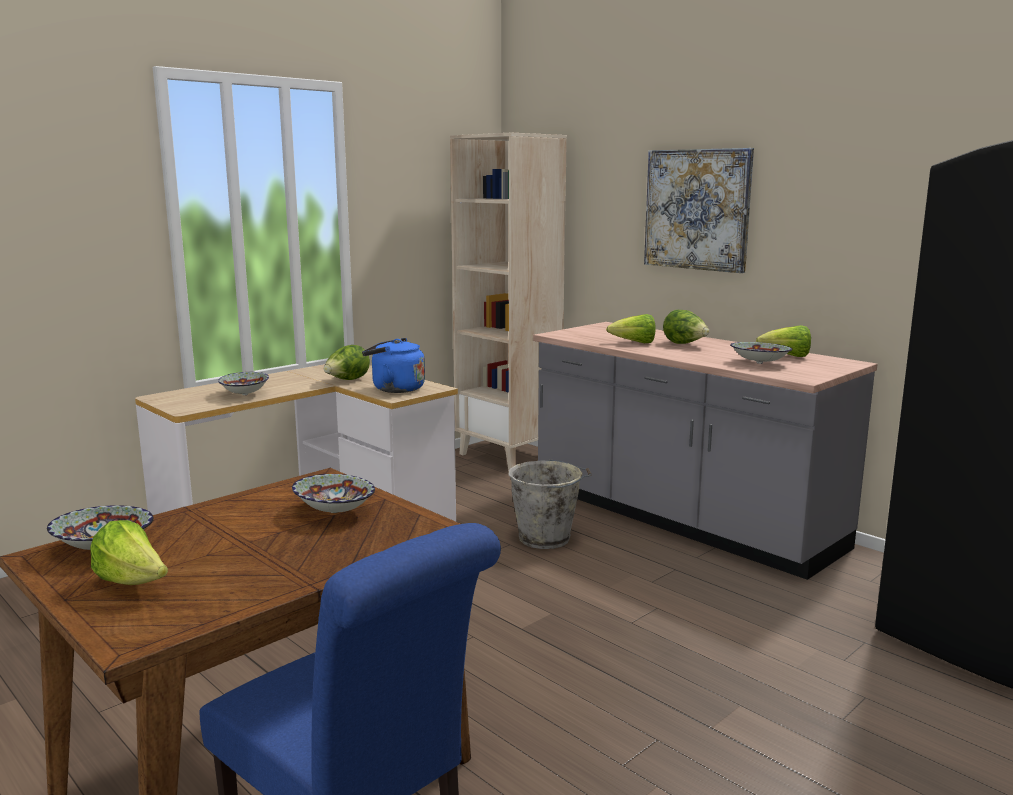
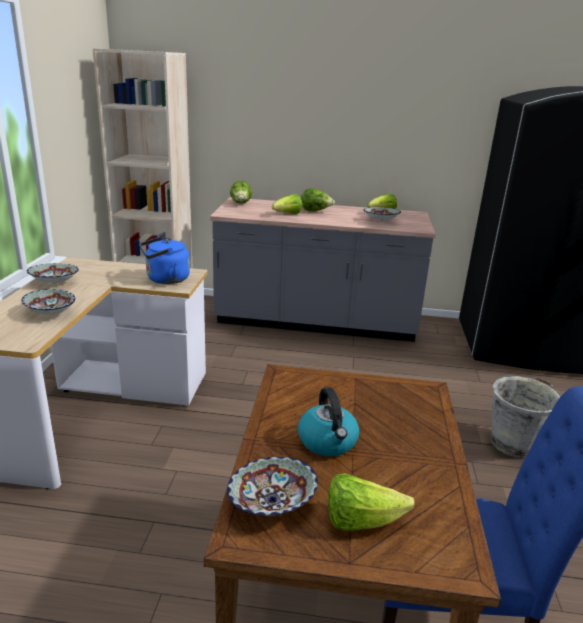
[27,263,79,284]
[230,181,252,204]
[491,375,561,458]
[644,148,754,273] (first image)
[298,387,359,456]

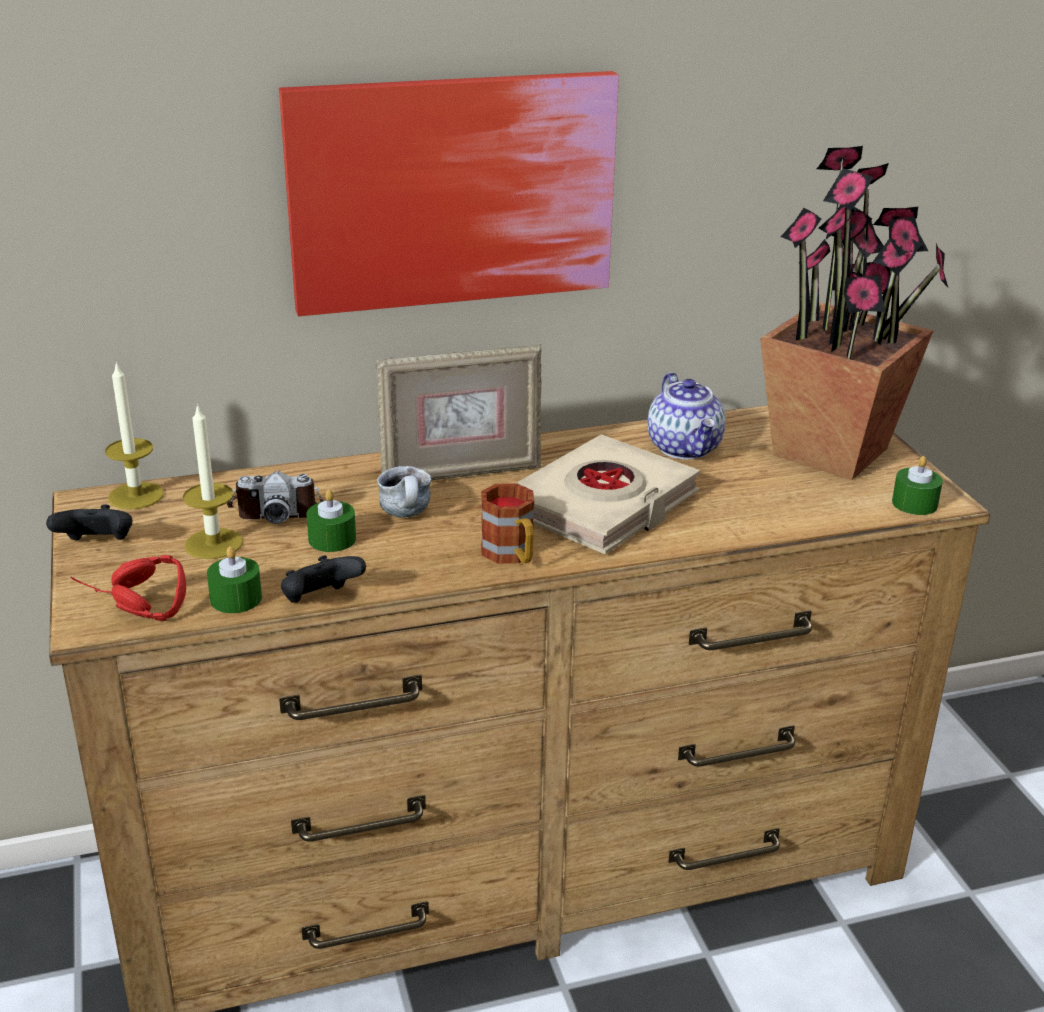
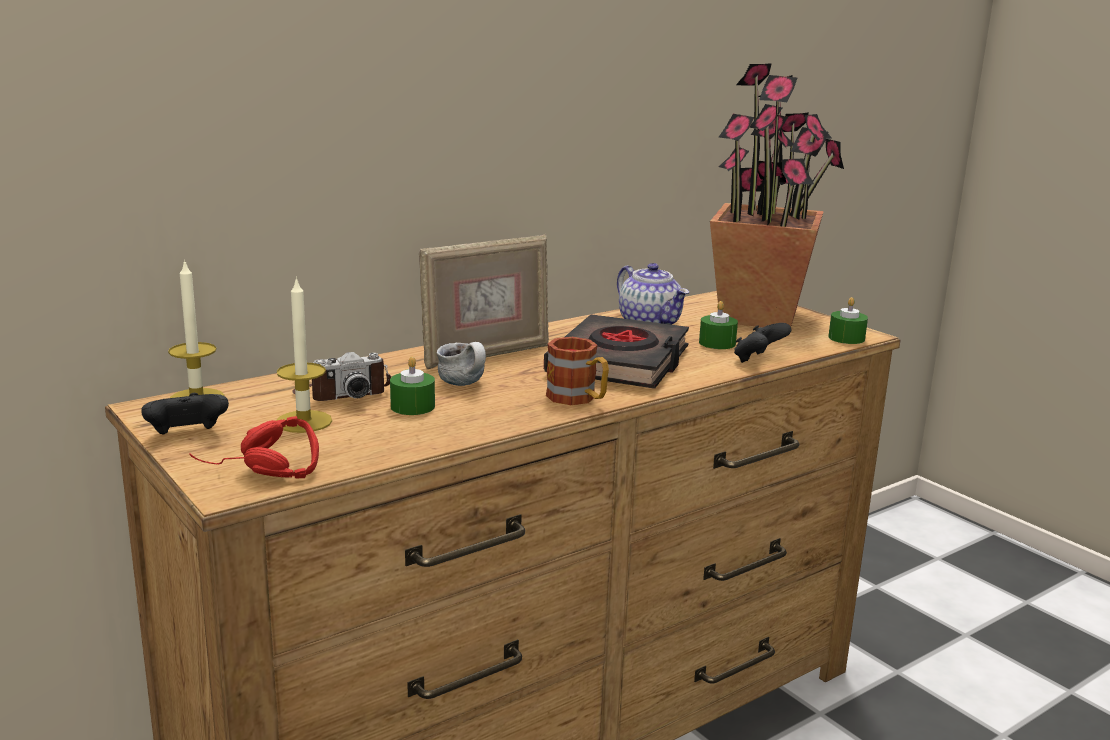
[699,301,738,349]
[279,71,619,316] (first image)
[734,323,791,363]
[544,315,689,389]

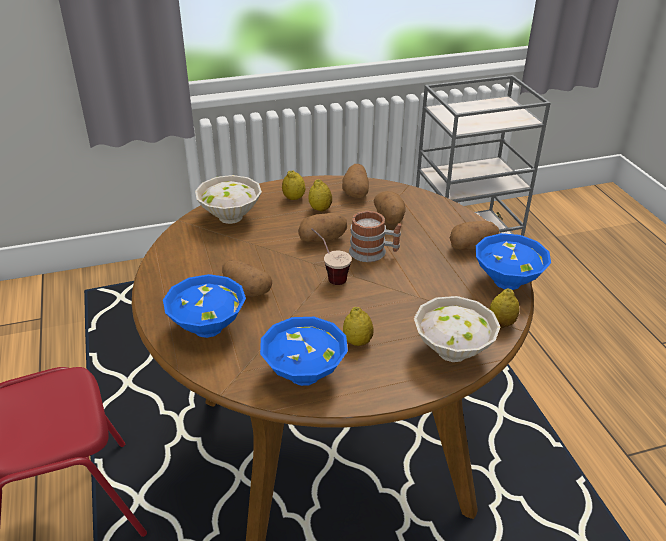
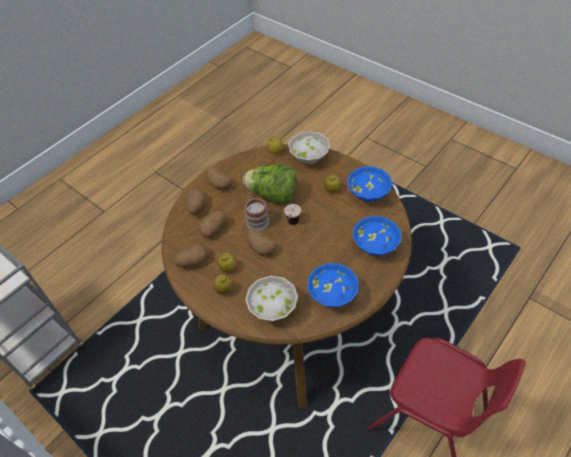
[187,189,206,215]
[307,263,358,307]
[243,165,296,204]

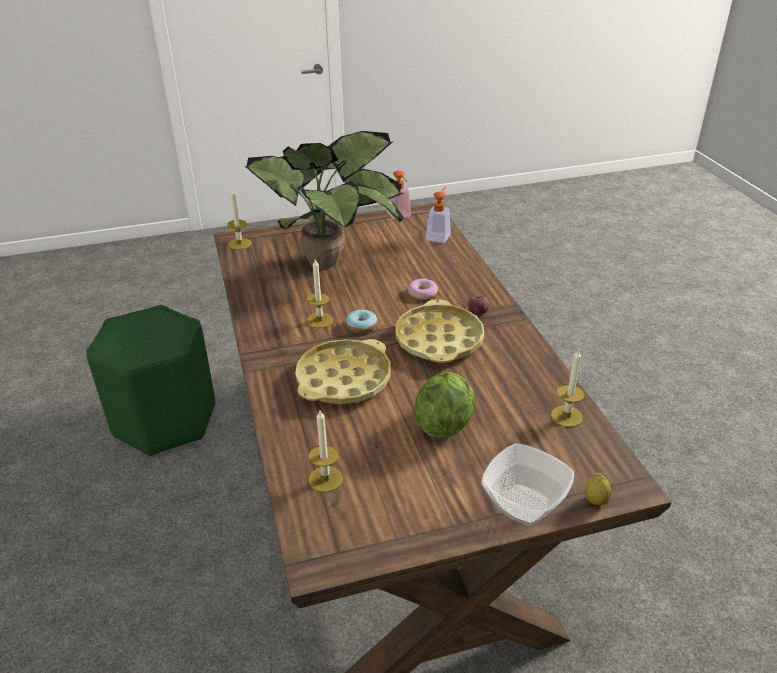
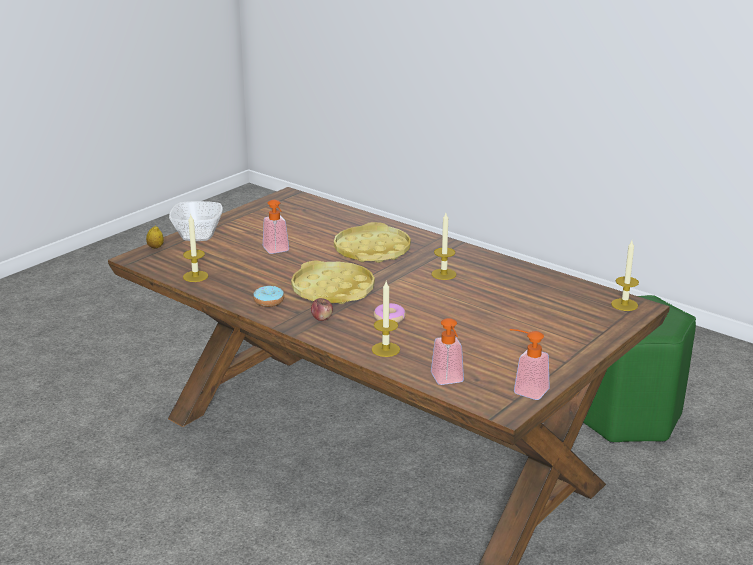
[245,131,404,269] (first image)
[372,281,400,357]
[253,286,284,307]
[263,200,289,254]

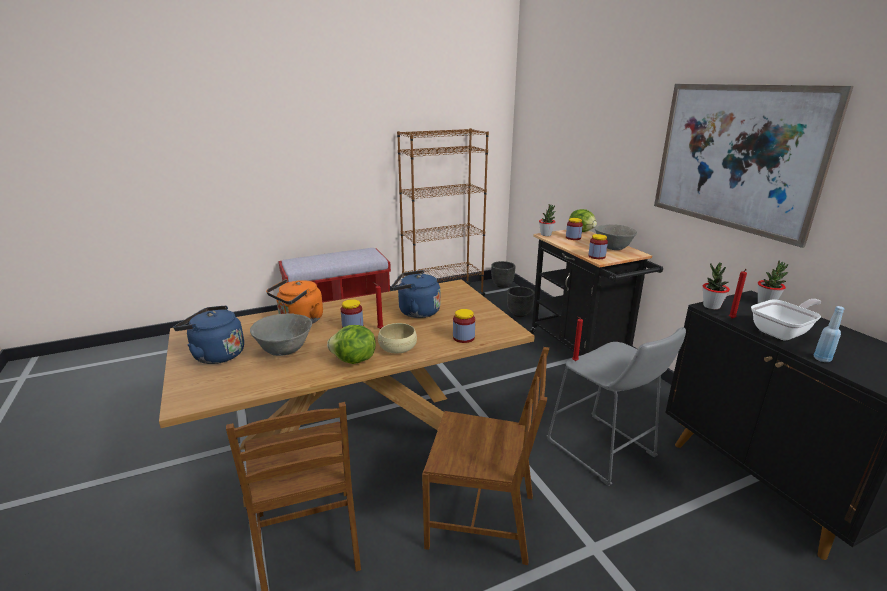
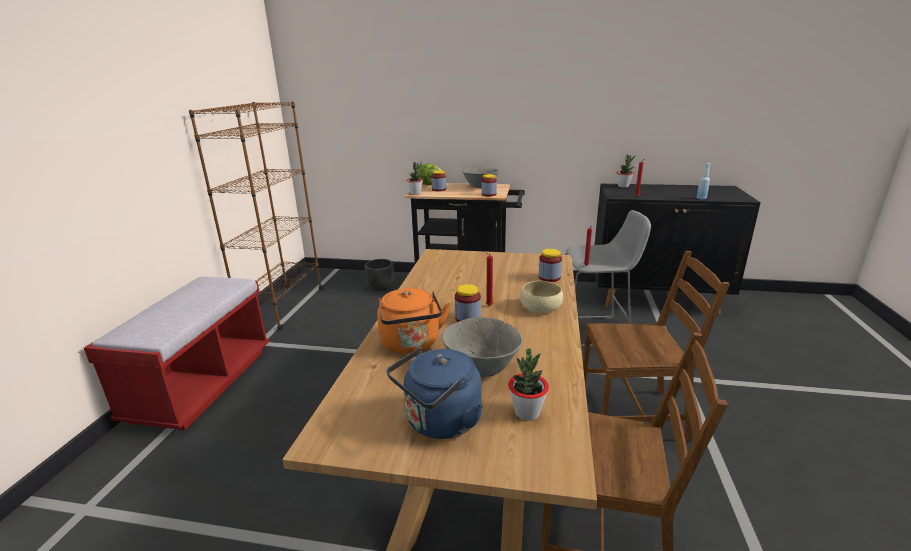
[327,325,376,364] (first image)
[391,270,440,318] (first image)
[583,251,730,442]
[491,261,515,288] (first image)
[654,84,854,248] (first image)
[508,349,549,421]
[751,299,822,340] (first image)

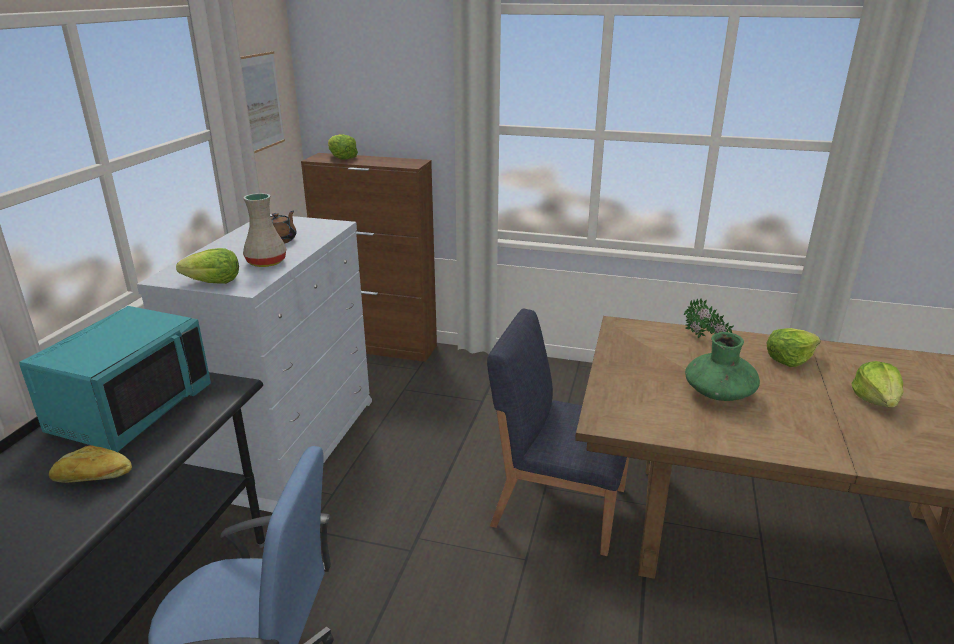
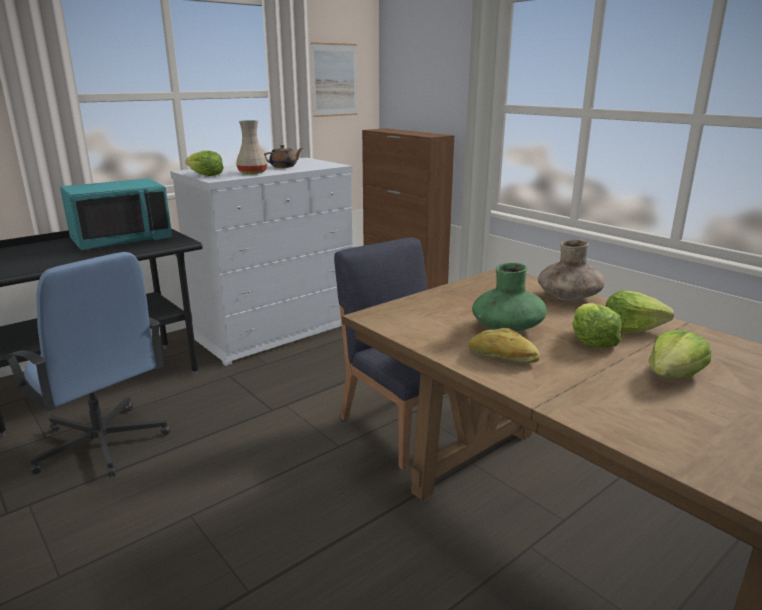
[468,328,540,363]
[572,303,622,348]
[538,240,605,301]

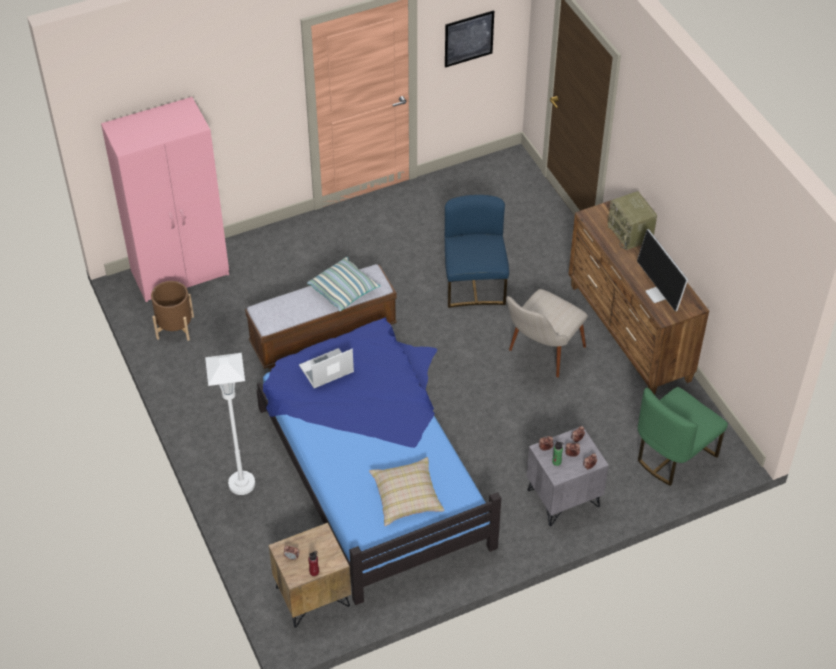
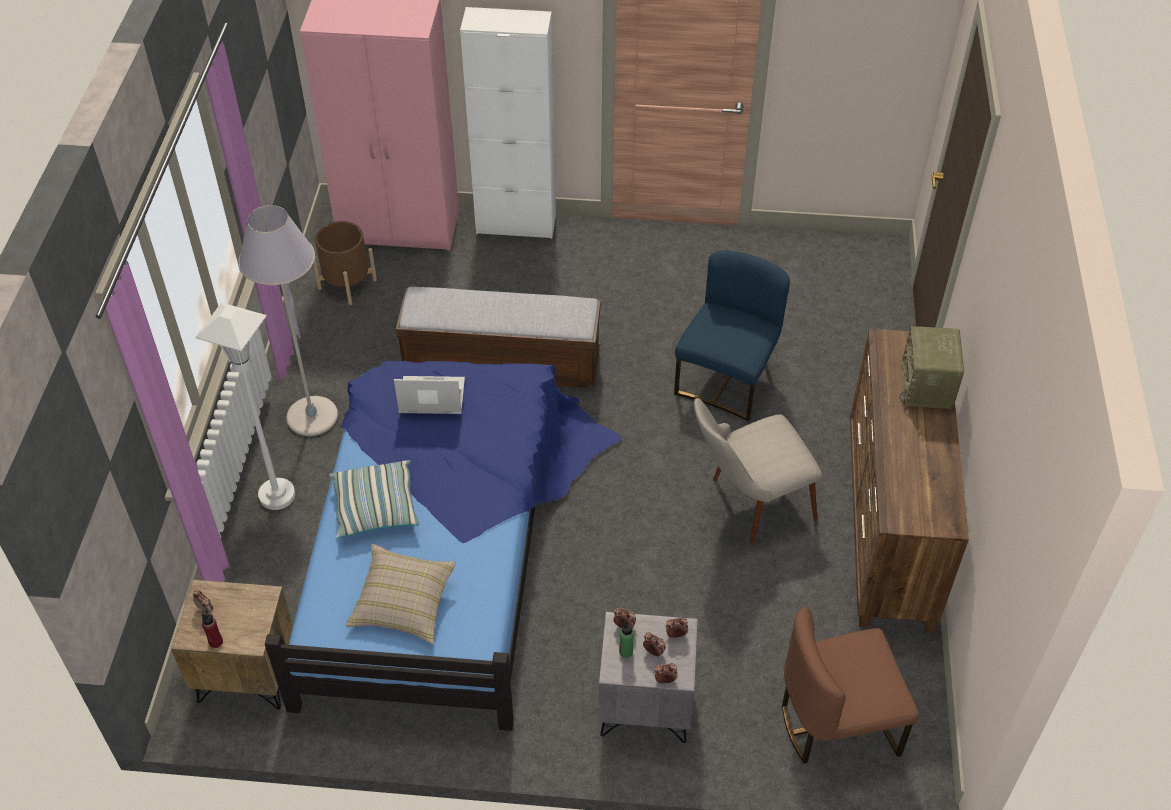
[329,460,420,538]
[445,10,494,68] (first image)
[637,229,688,311] (first image)
[782,607,919,764]
[238,205,338,436]
[460,7,556,239]

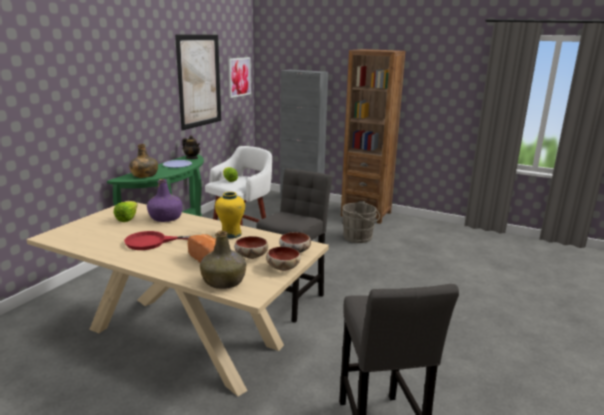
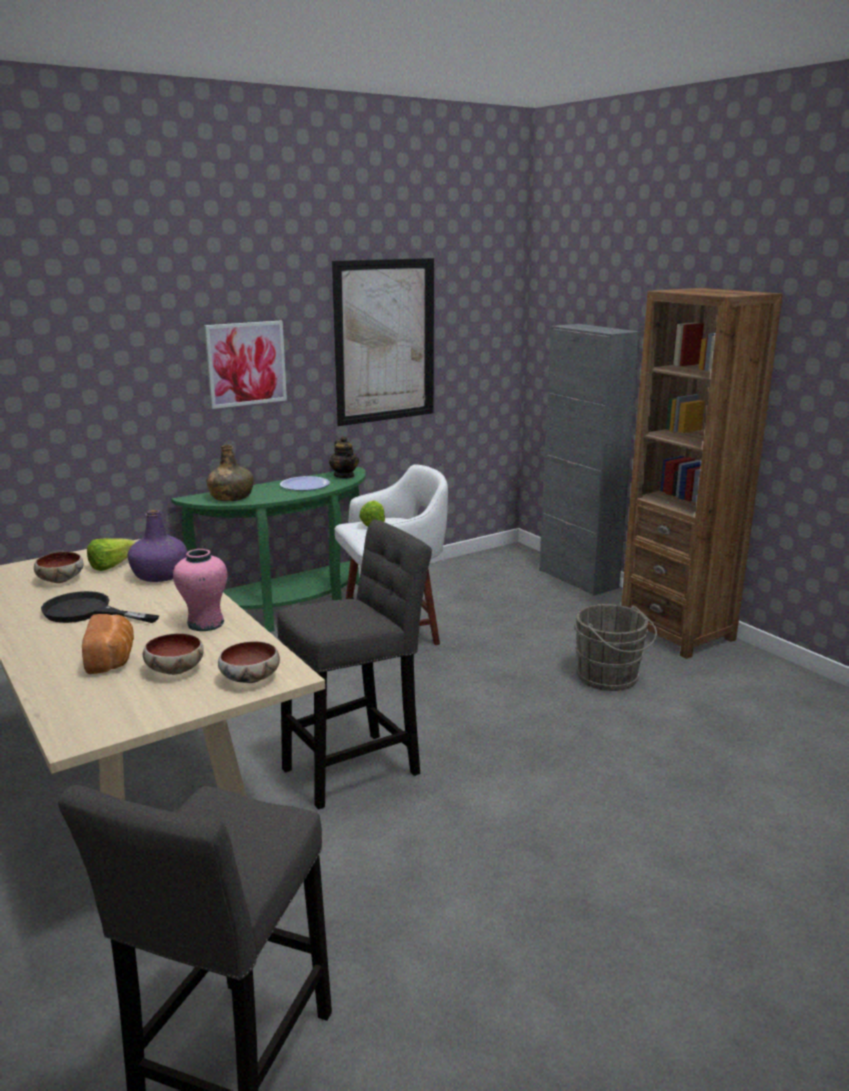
[41,591,159,623]
[200,231,246,289] (first image)
[173,549,227,631]
[204,321,287,409]
[34,552,83,583]

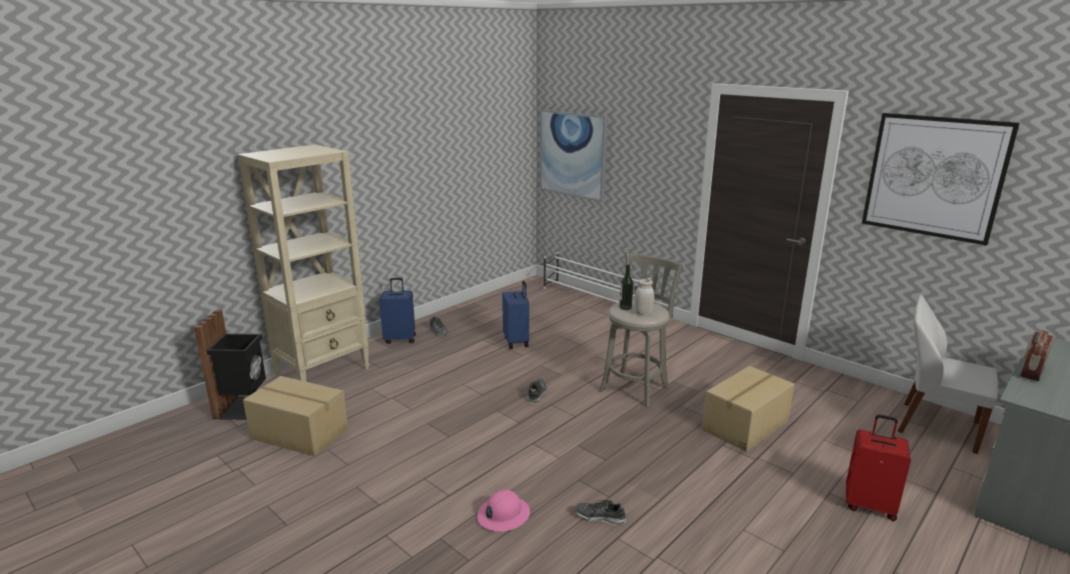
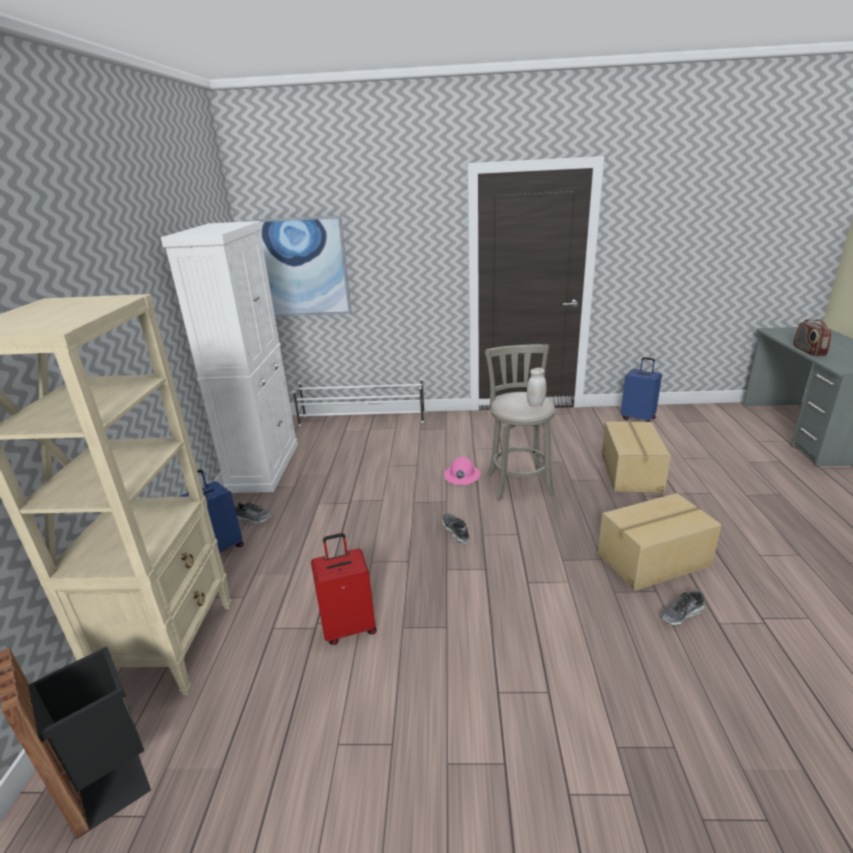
[598,493,721,591]
[444,457,480,485]
[621,357,662,422]
[619,264,633,310] (first image)
[311,533,377,645]
[862,113,1020,246] (first image)
[898,295,998,454] (first image)
[161,221,298,493]

